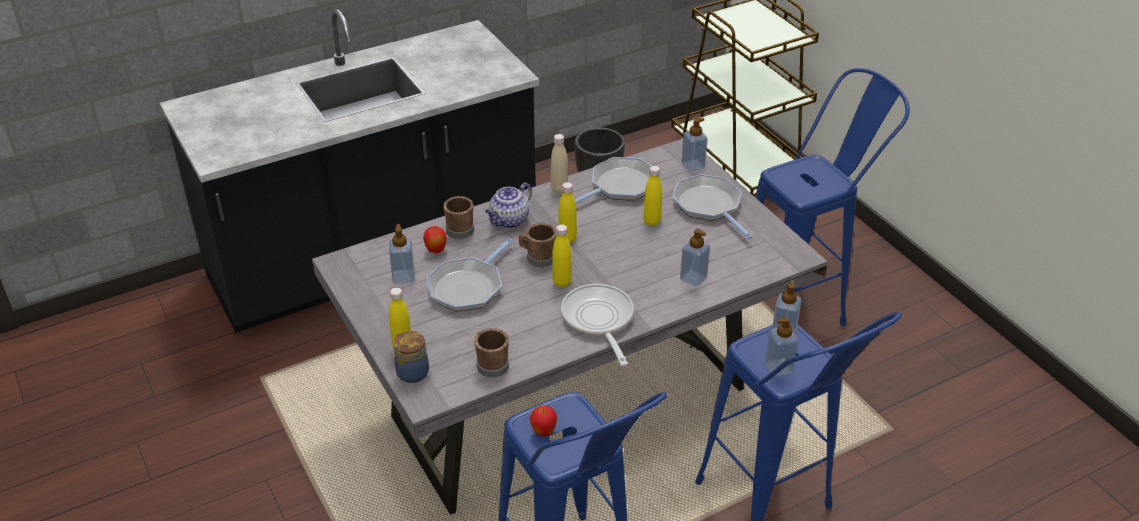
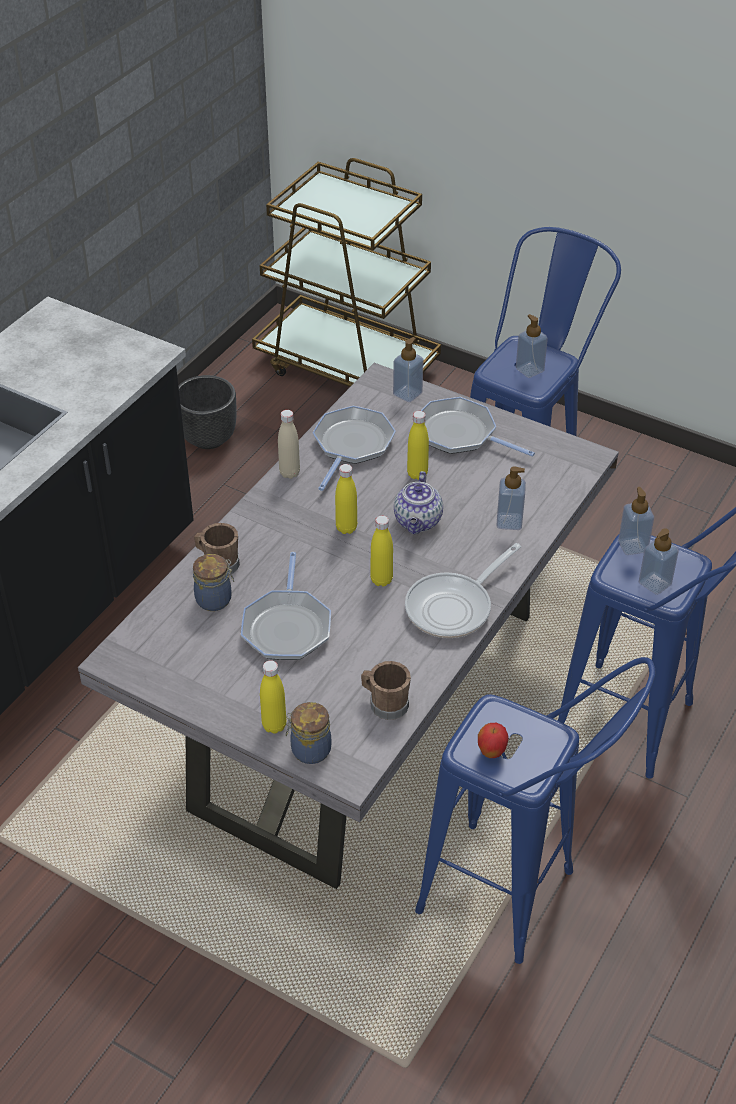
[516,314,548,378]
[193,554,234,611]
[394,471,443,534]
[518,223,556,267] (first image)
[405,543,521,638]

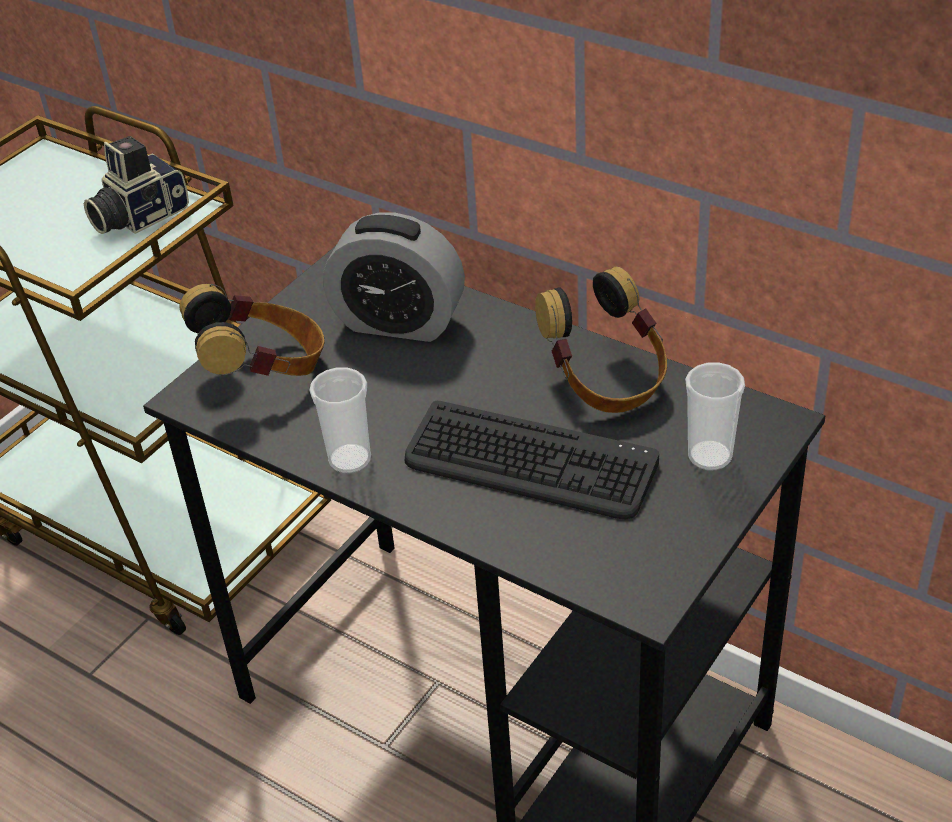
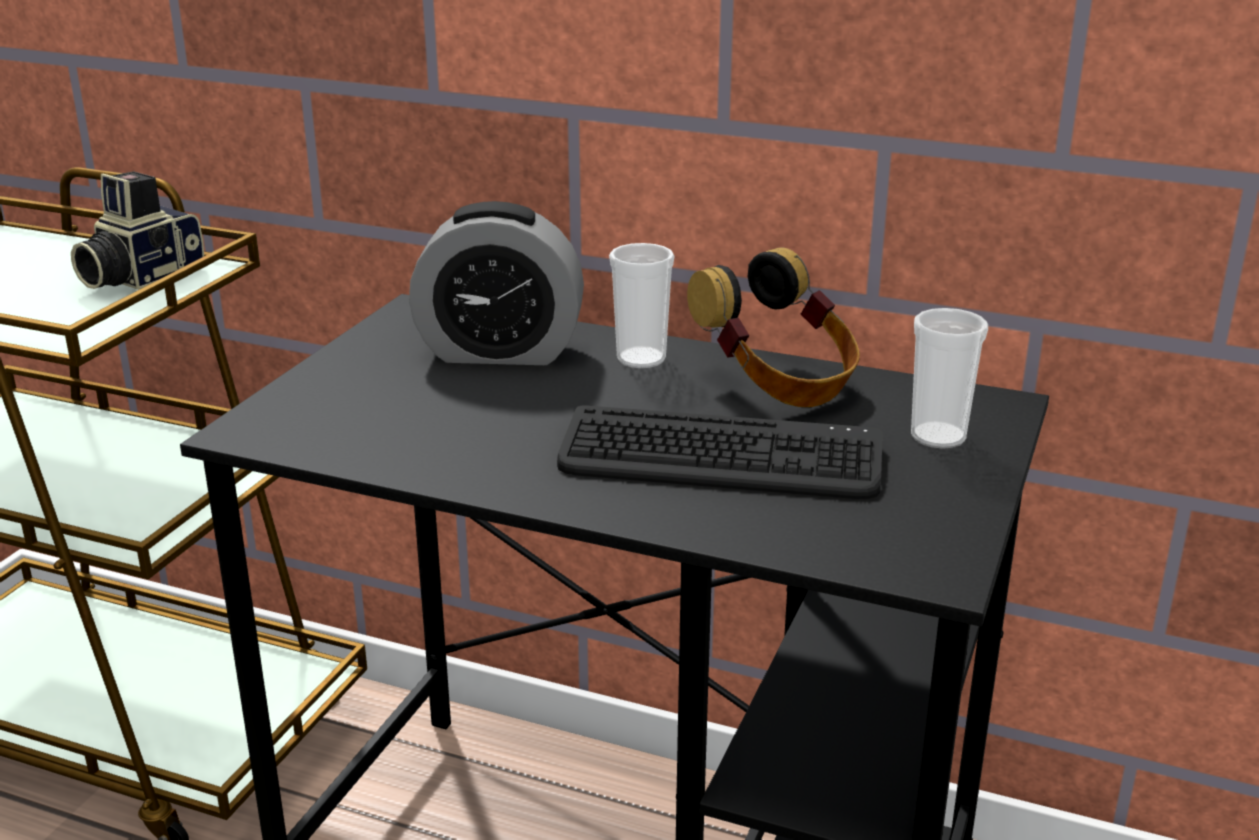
[180,284,325,376] (first image)
[609,243,675,368]

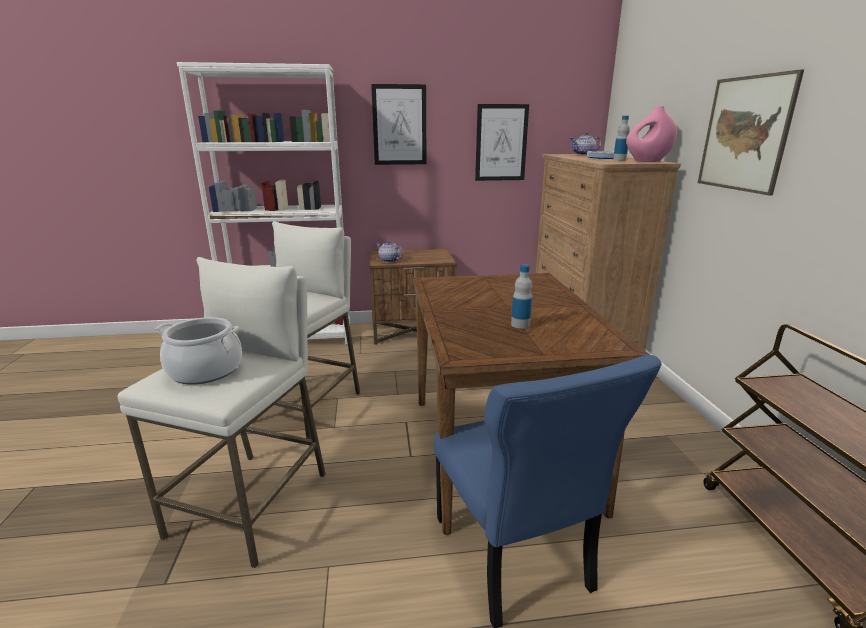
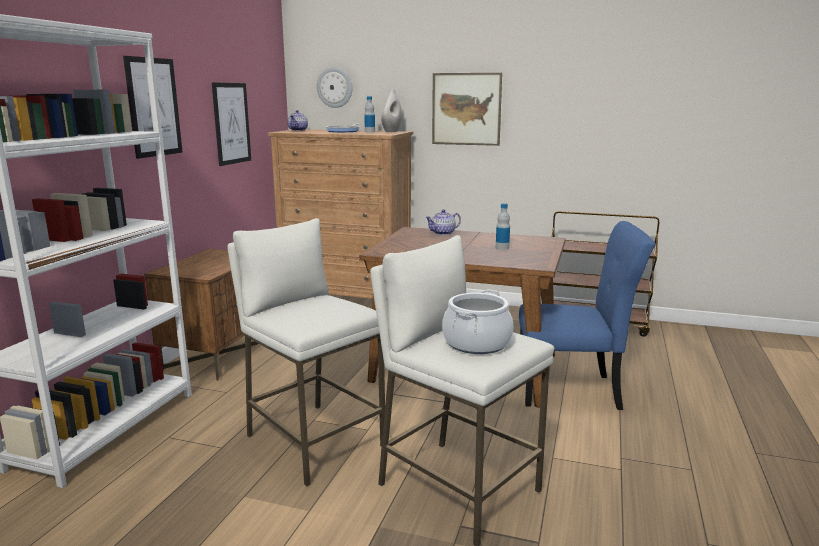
[425,209,461,235]
[381,89,402,132]
[317,67,352,108]

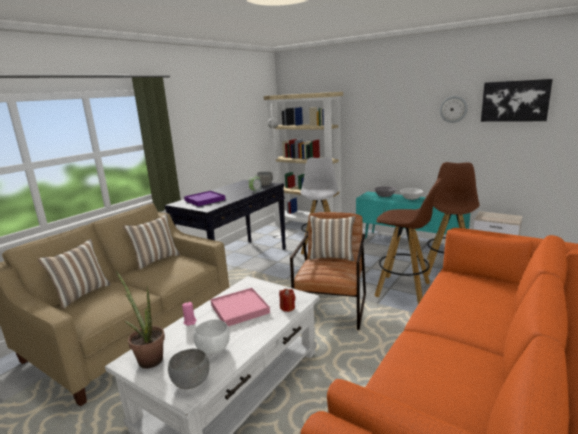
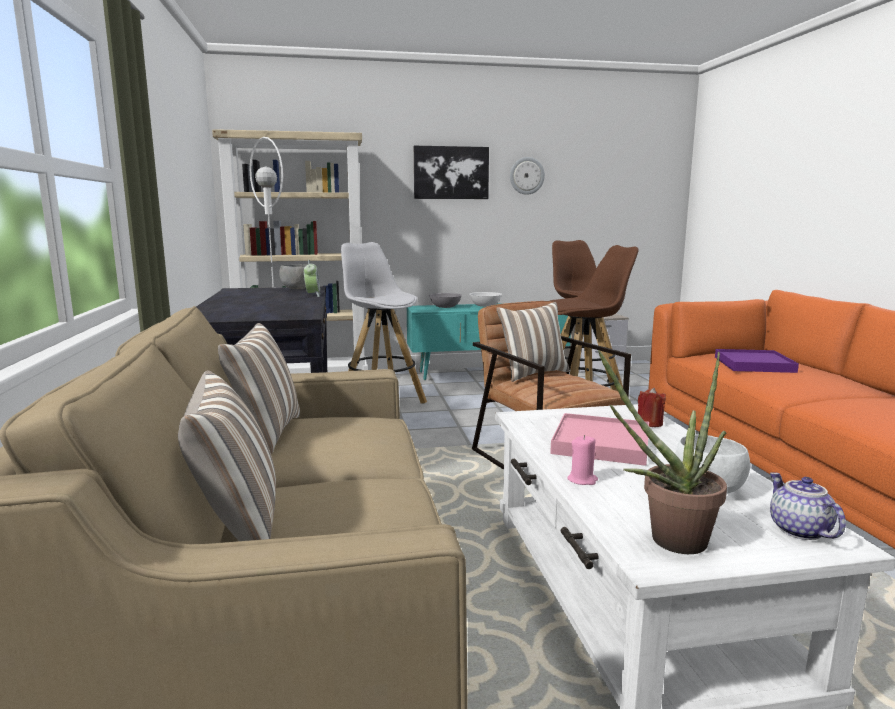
[770,472,846,540]
[715,349,799,373]
[414,146,489,199]

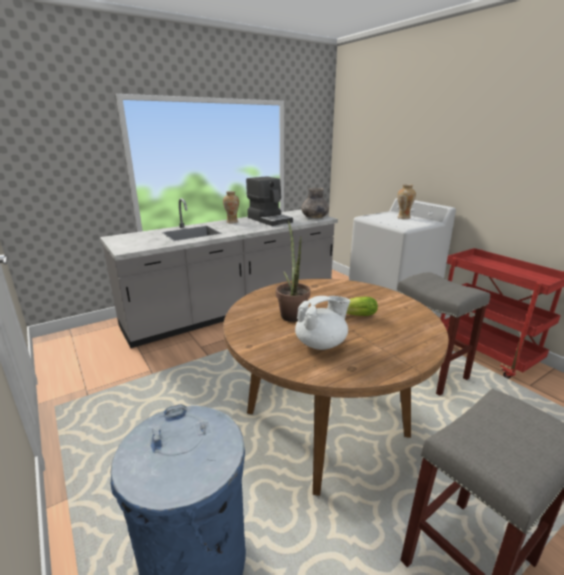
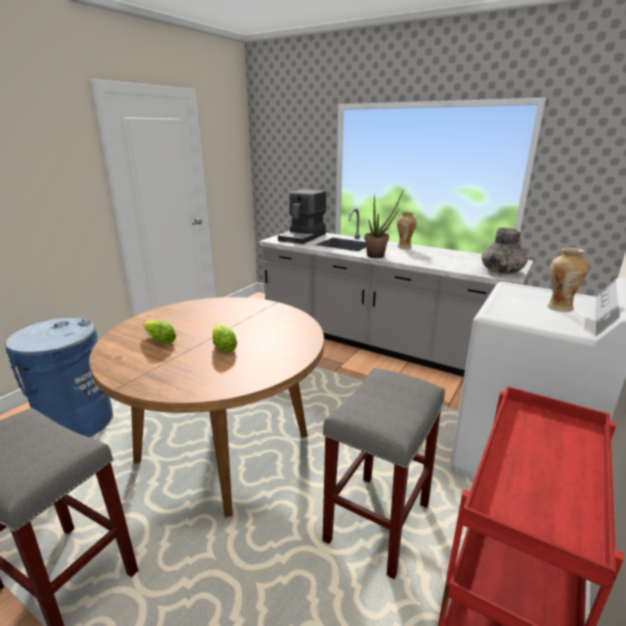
[278,189,326,244]
[364,189,404,258]
[143,320,176,344]

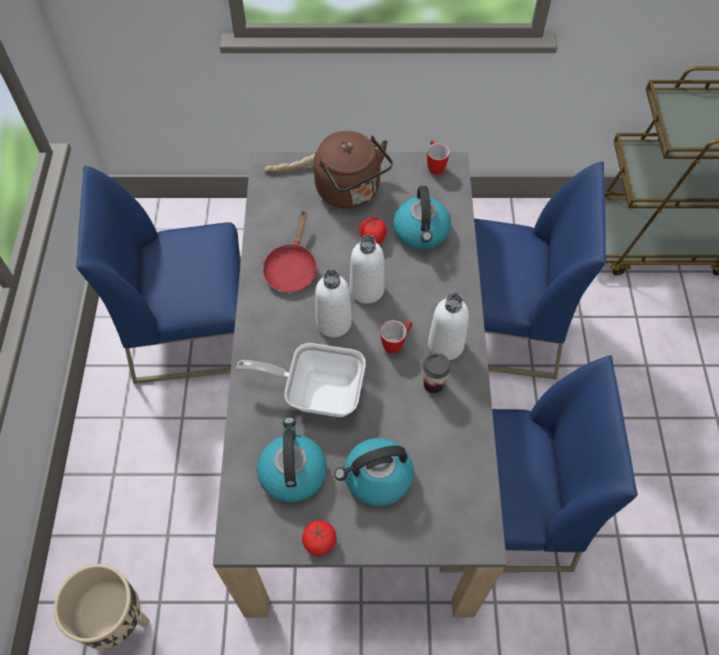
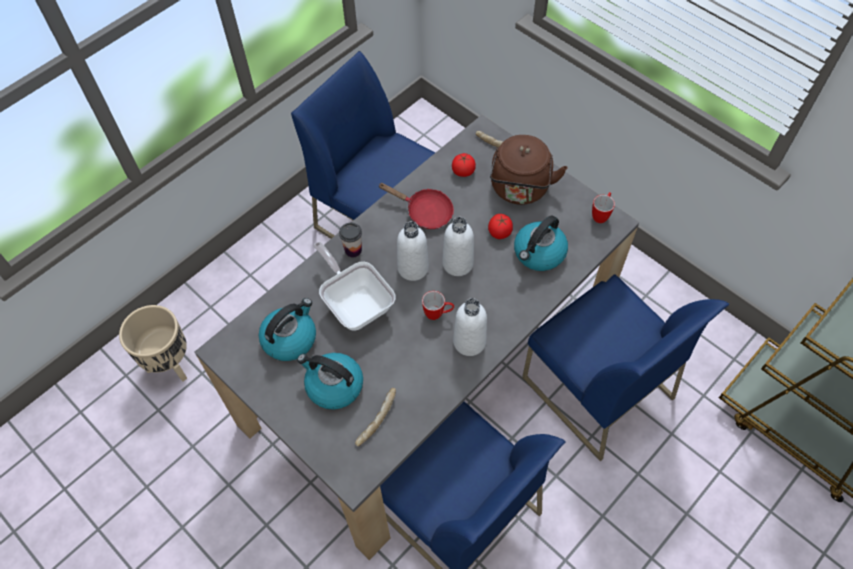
[378,183,454,229]
[452,153,476,177]
[339,223,362,257]
[355,388,396,446]

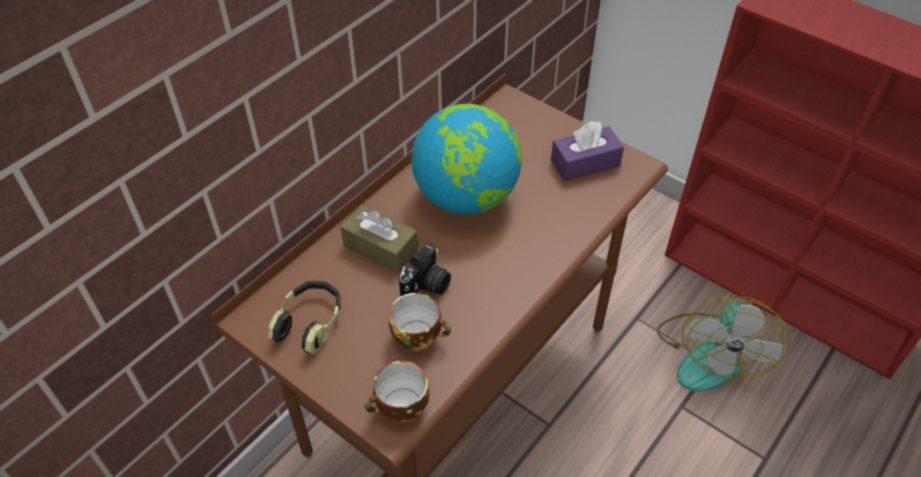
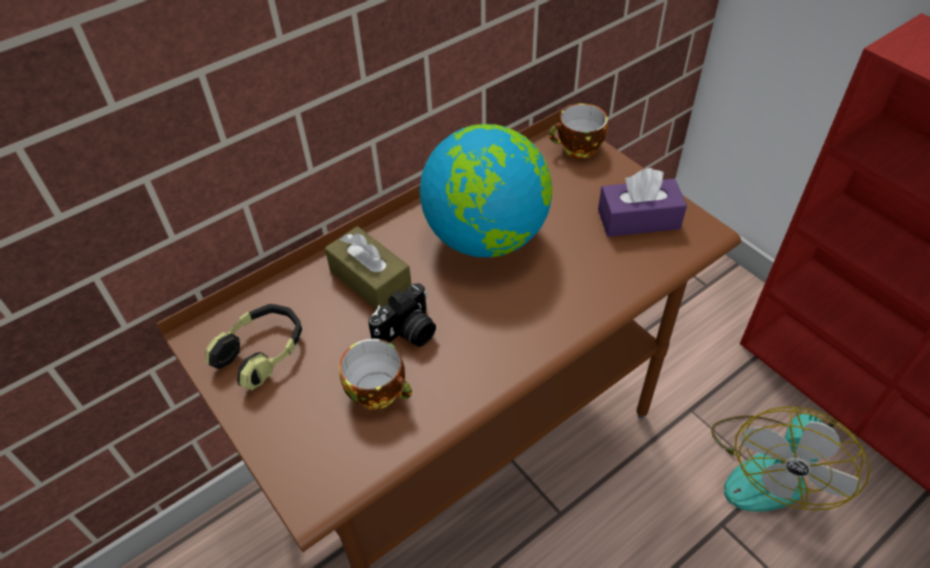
[549,103,607,158]

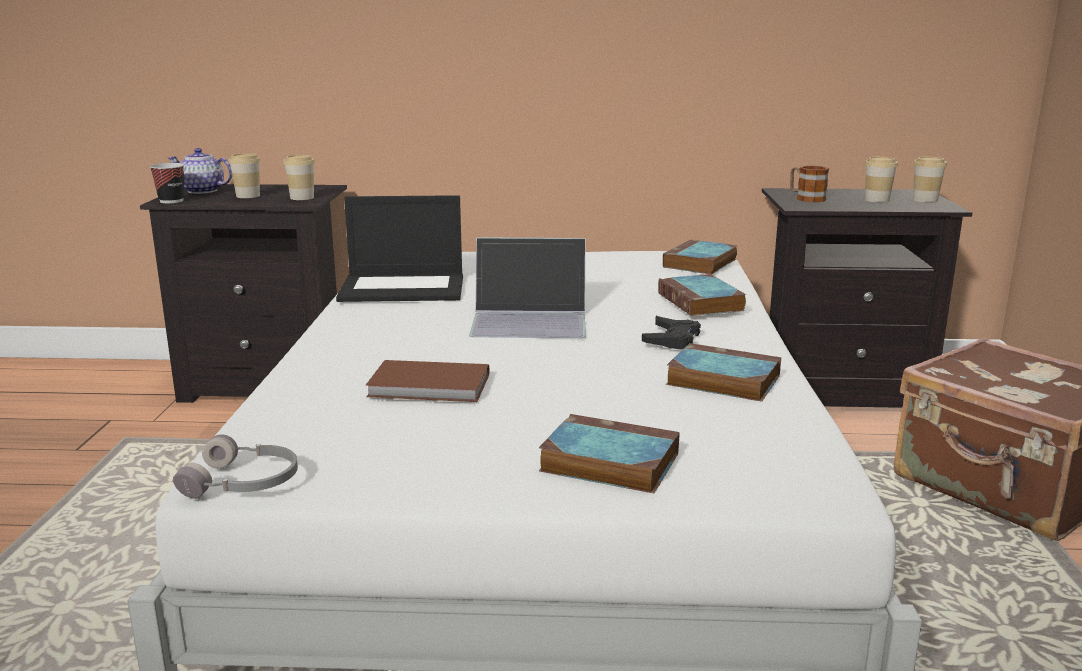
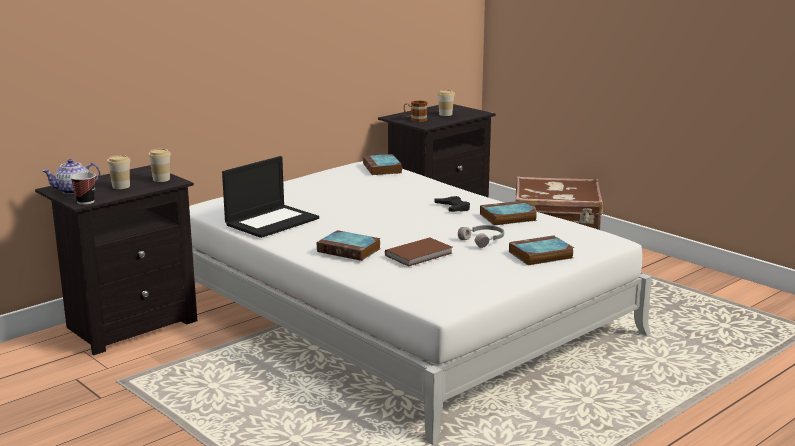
[458,225,504,248]
[469,237,586,338] (first image)
[317,230,381,261]
[913,157,947,203] (first image)

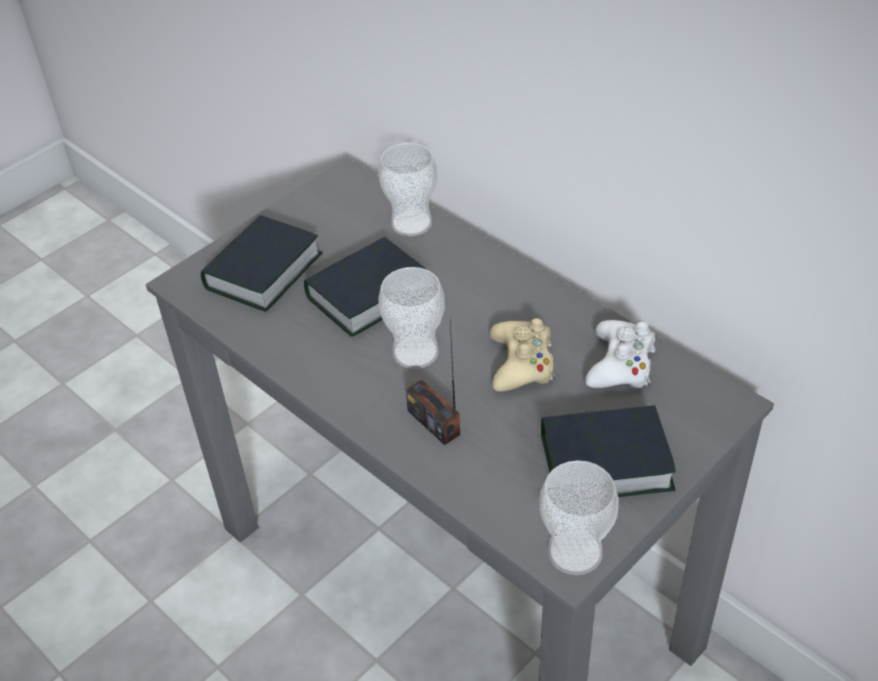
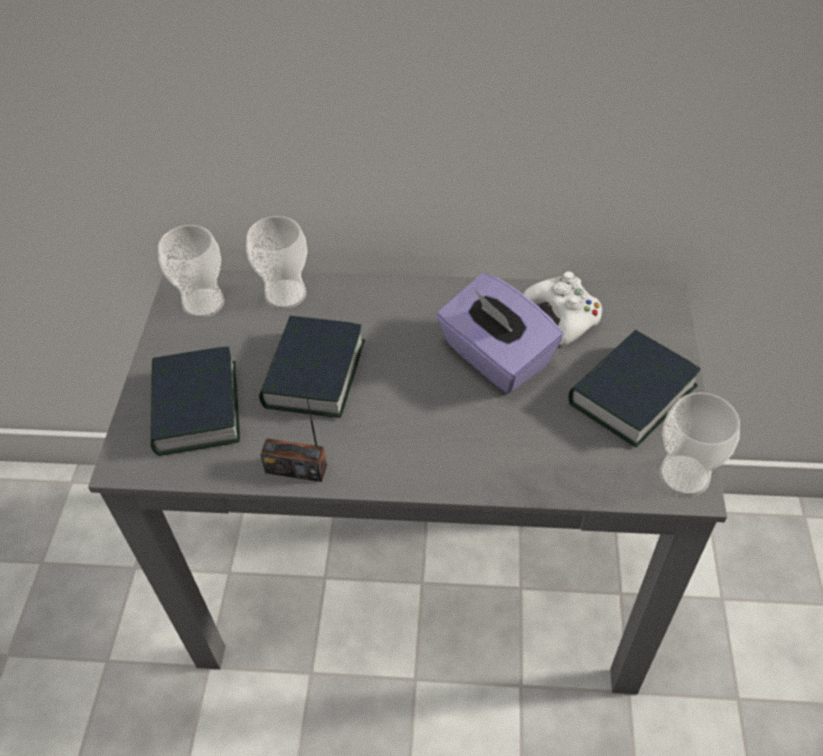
[158,225,224,318]
[260,363,327,482]
[436,273,563,393]

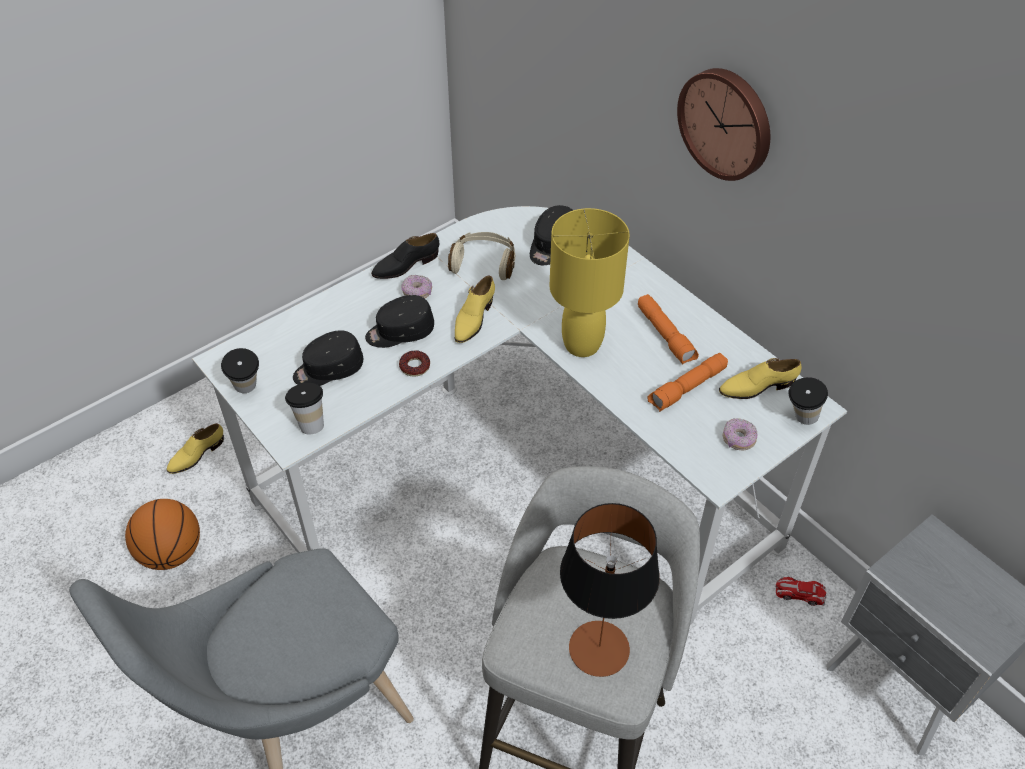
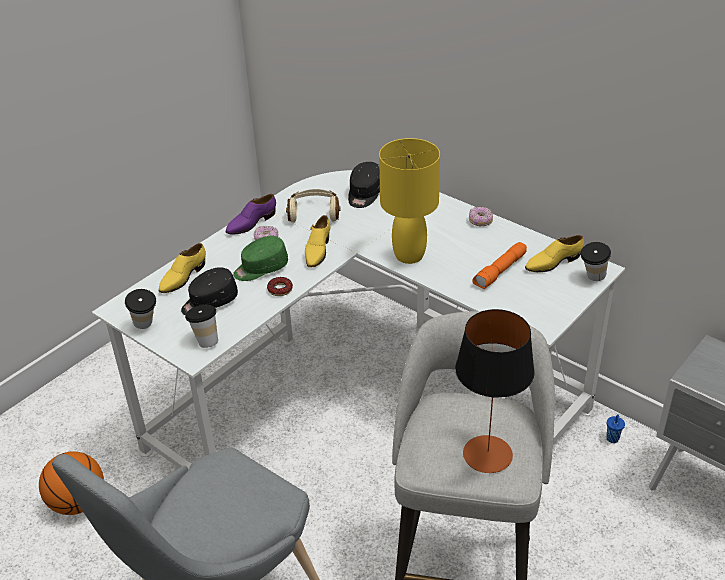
[158,243,206,293]
[233,236,288,281]
[225,194,276,234]
[638,294,699,365] (first image)
[677,68,770,181] (first image)
[469,207,493,226]
[606,414,625,443]

